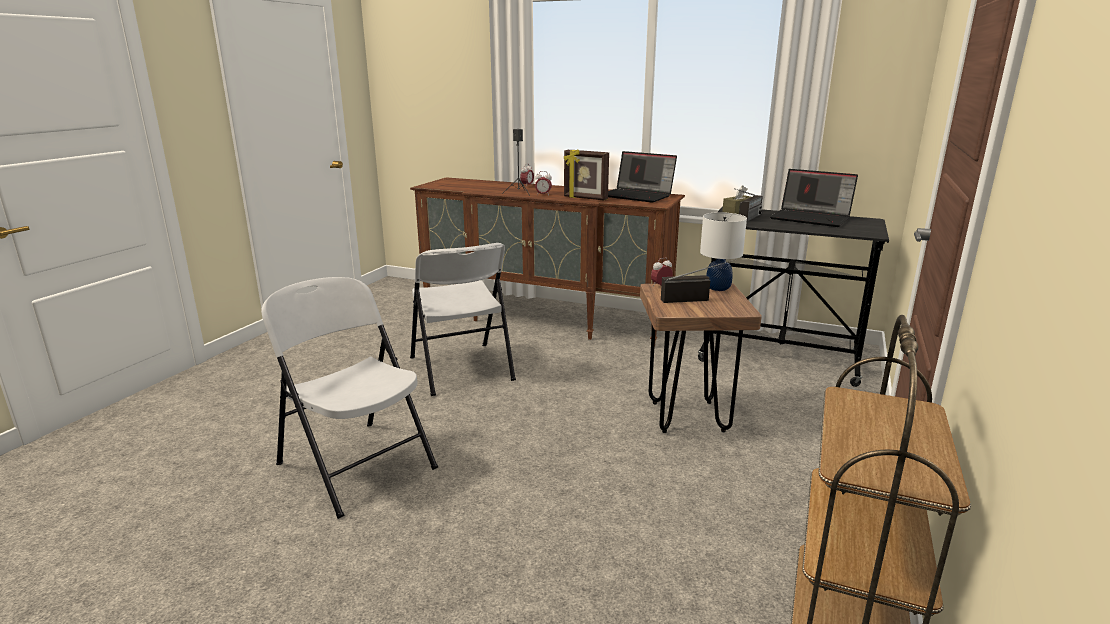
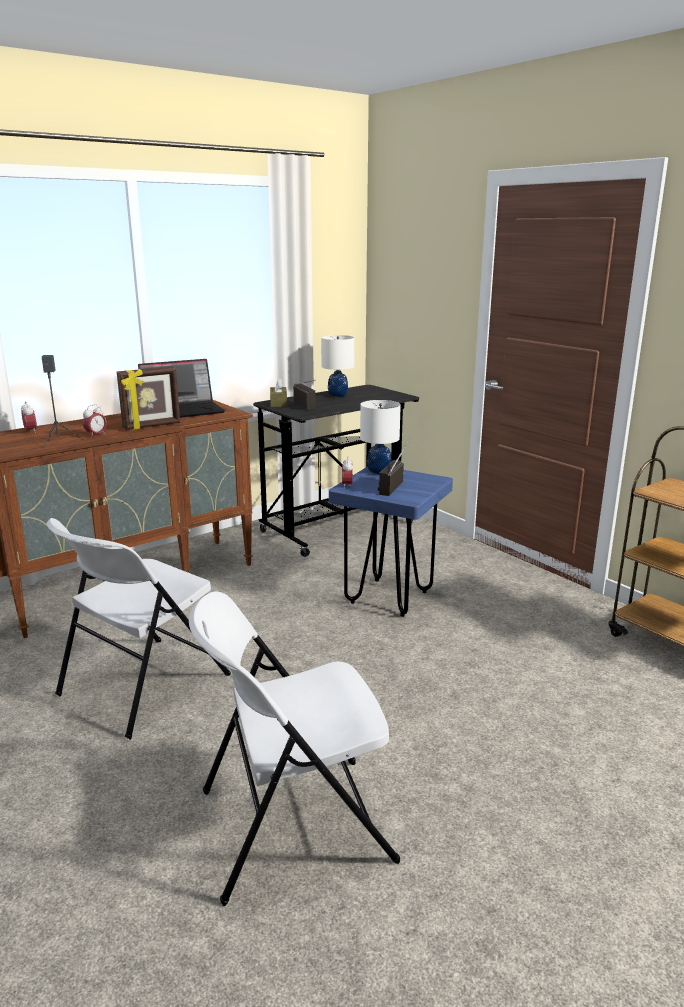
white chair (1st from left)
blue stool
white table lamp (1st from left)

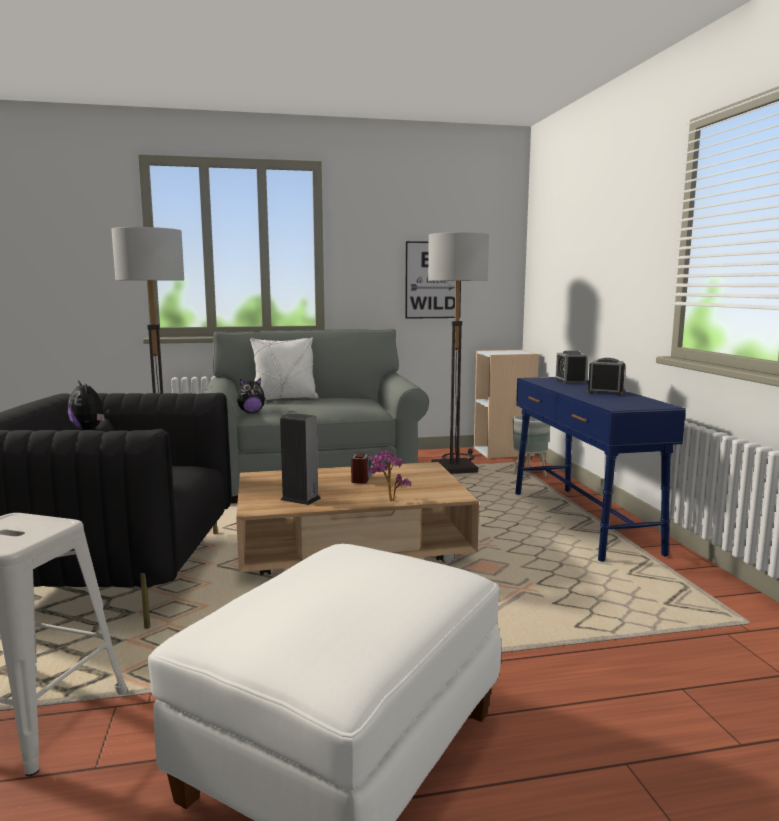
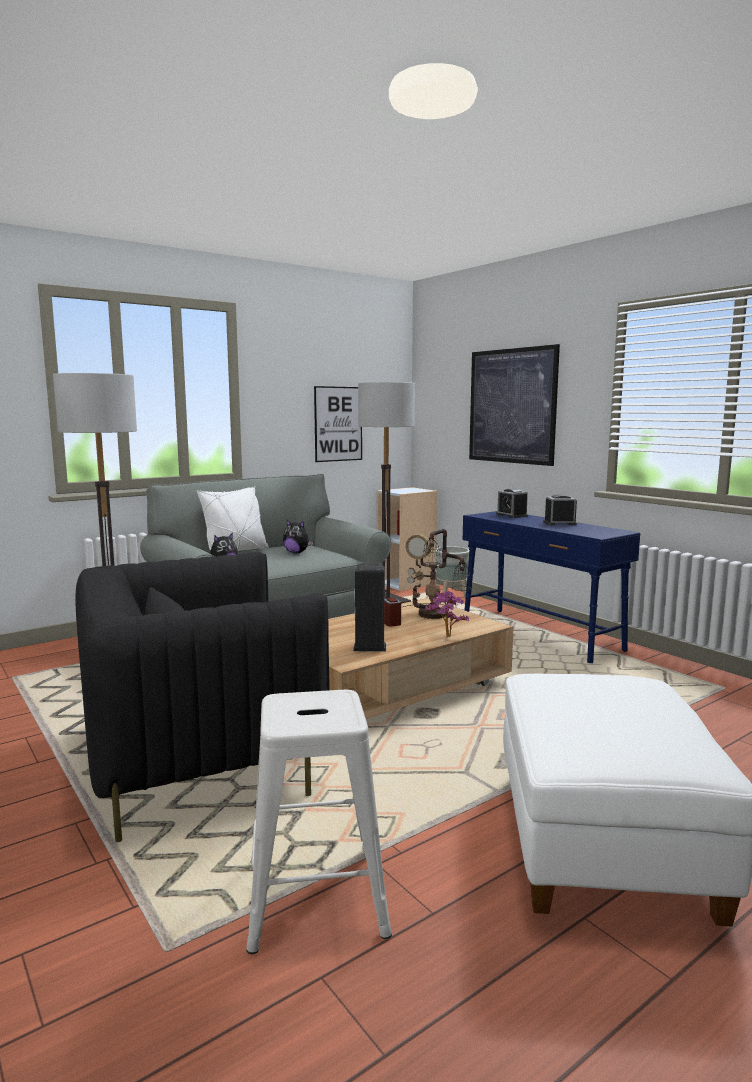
plush toy (2nd from left)
table lamp
picture (2nd from left)

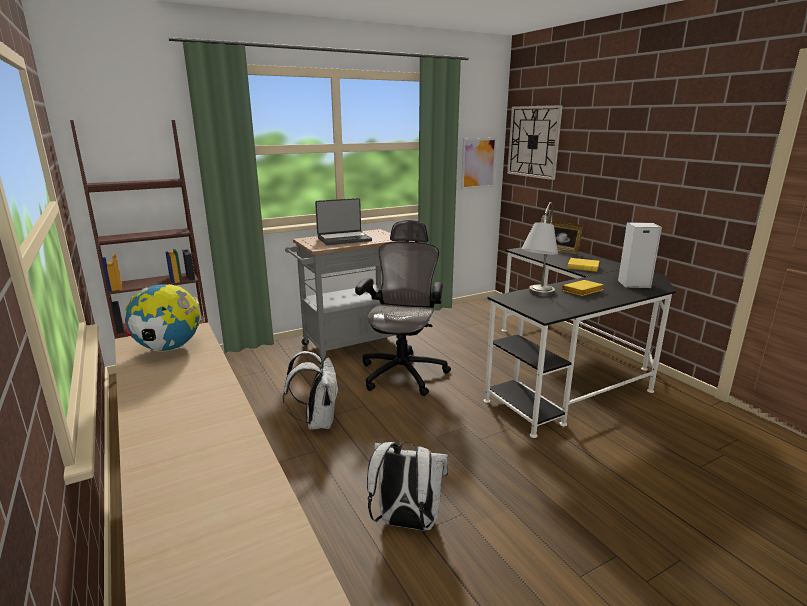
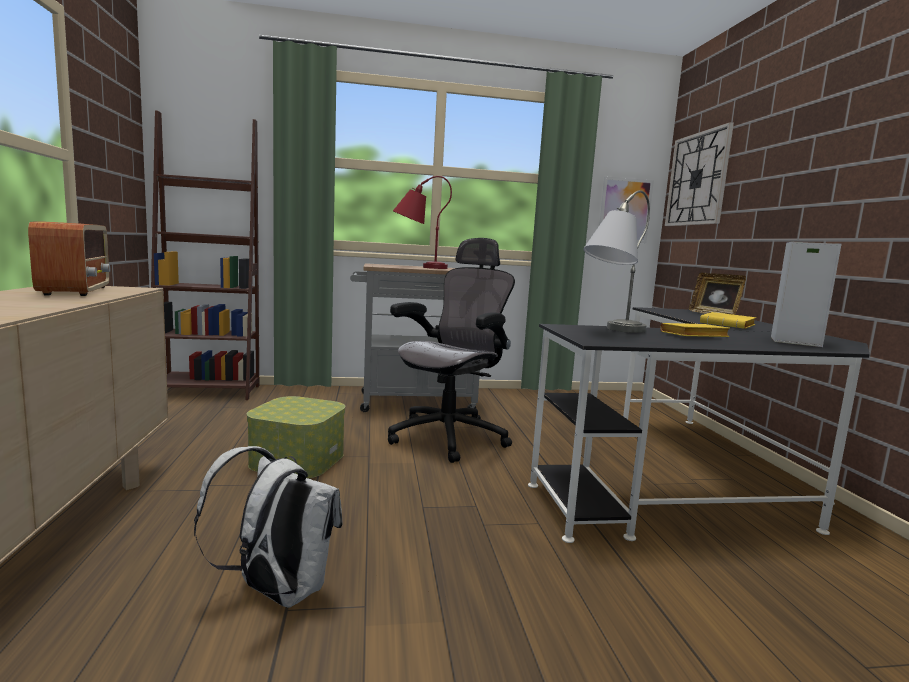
radio
storage box
red table lamp

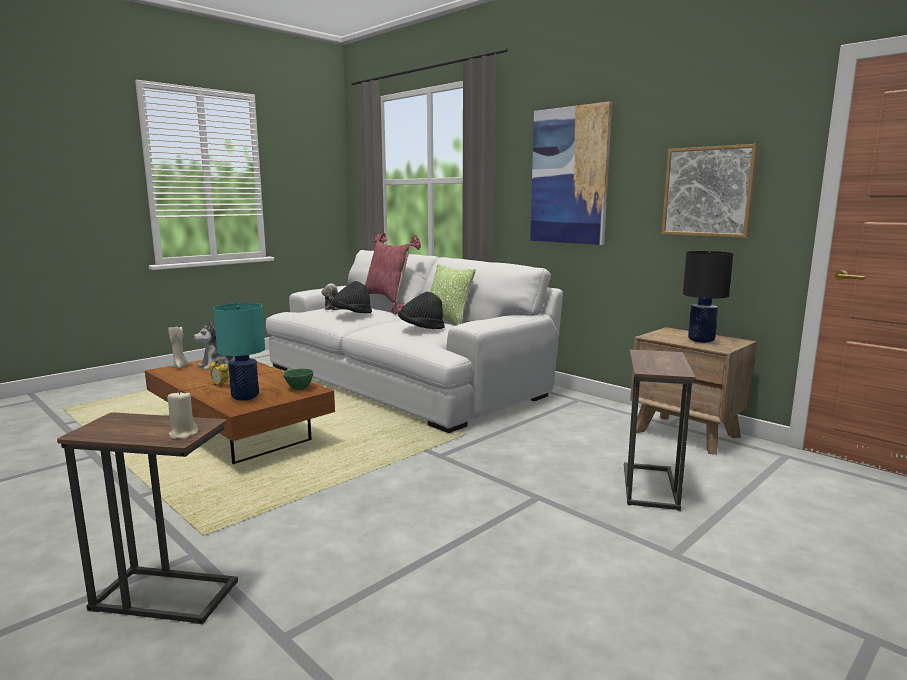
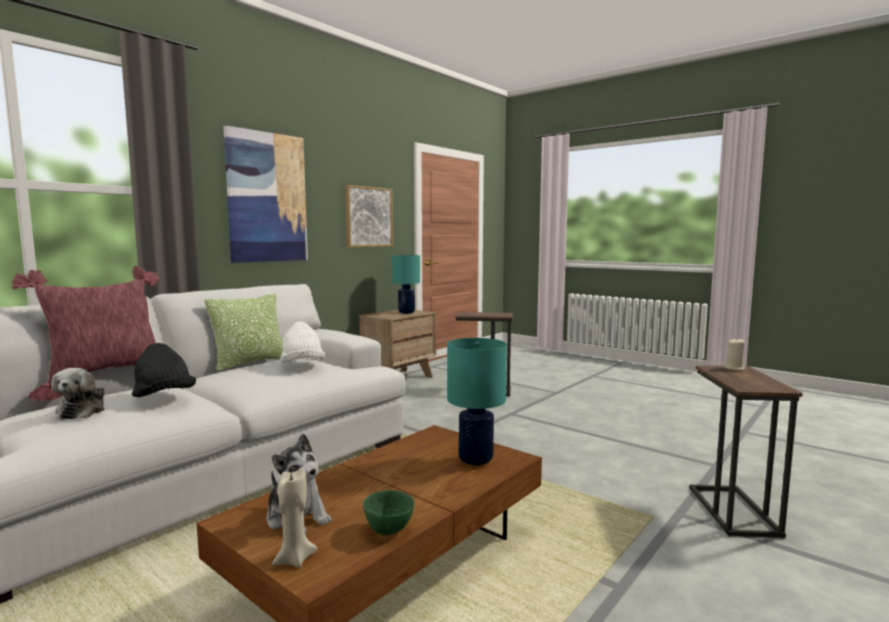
alarm clock
green bowl
white hat
turquoise table lamp (1st from left)

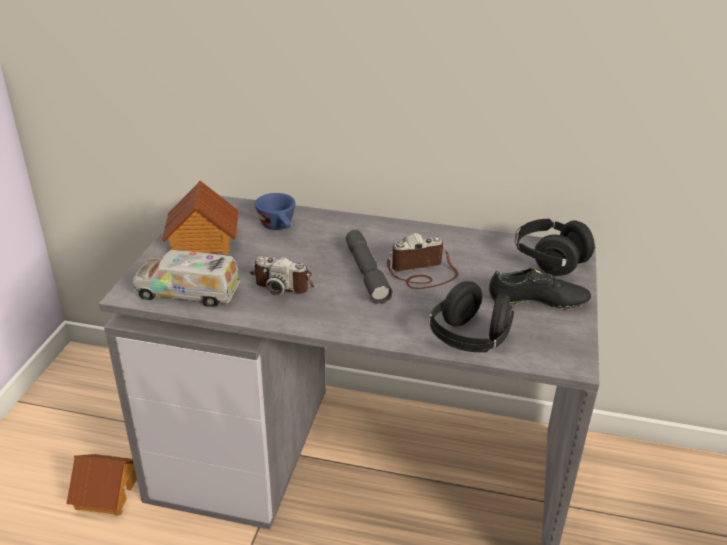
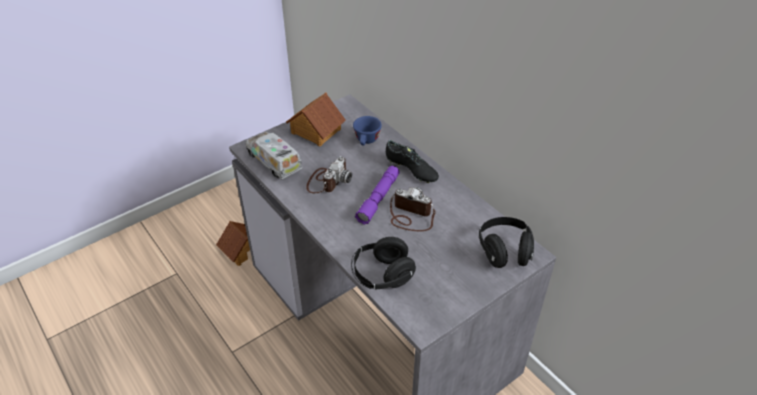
photo camera (1st from left)
purple flashlight
black shoe

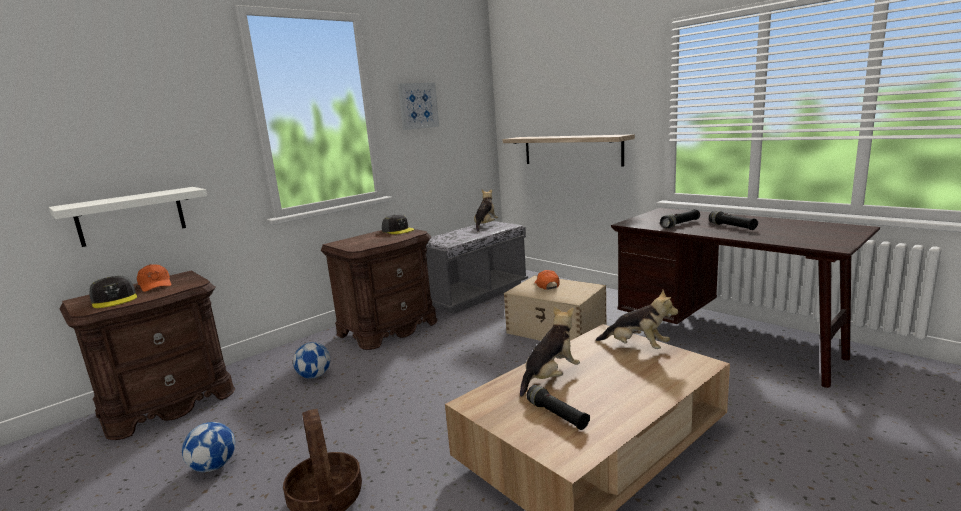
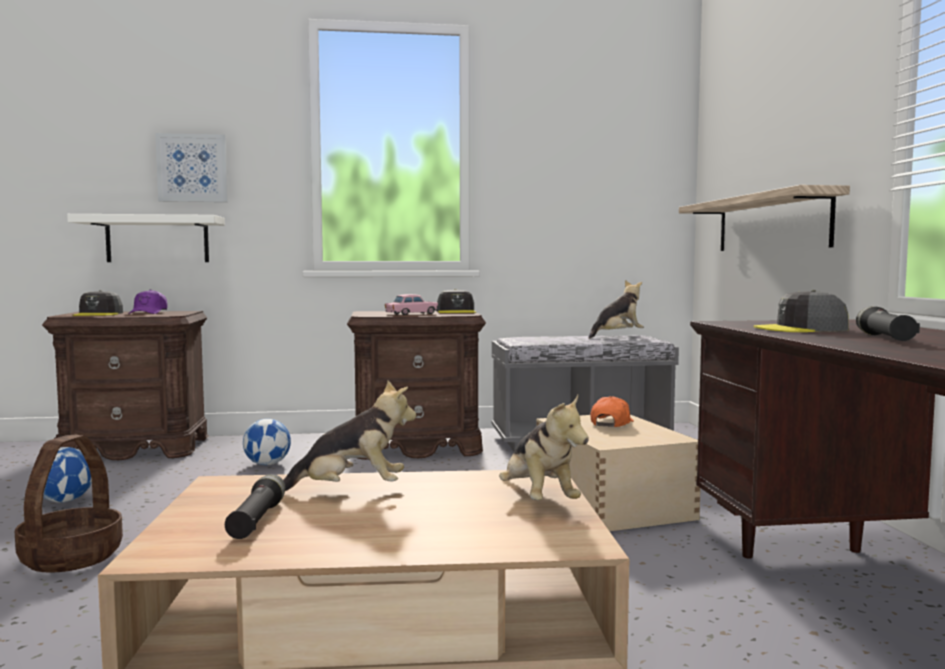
purple cap
picture
grey cap (3rd from left)
pink toy car

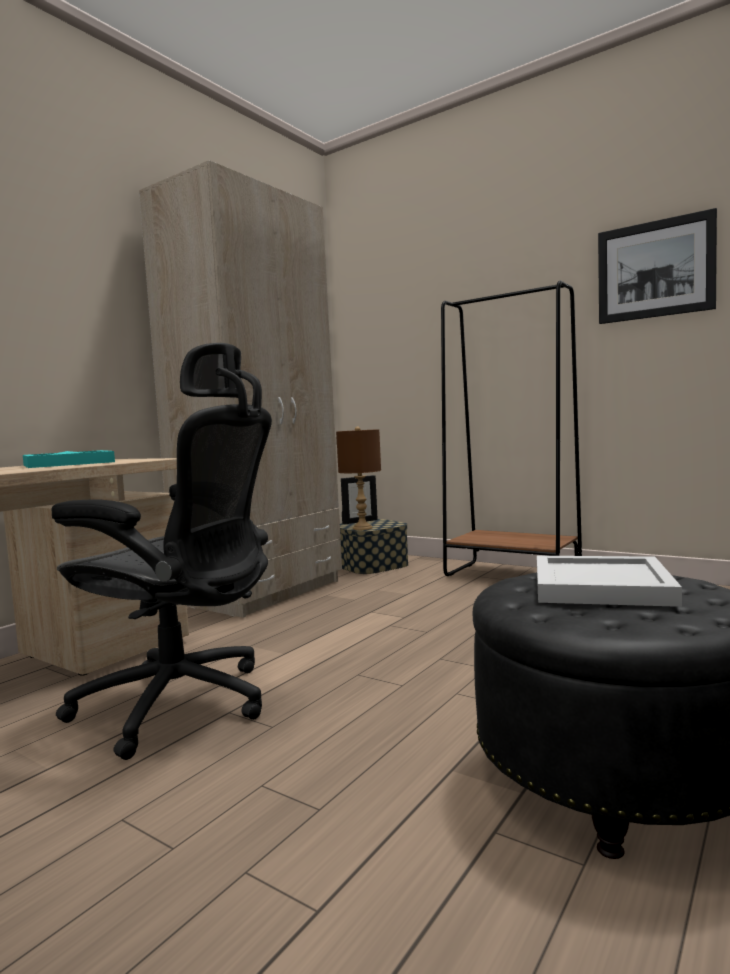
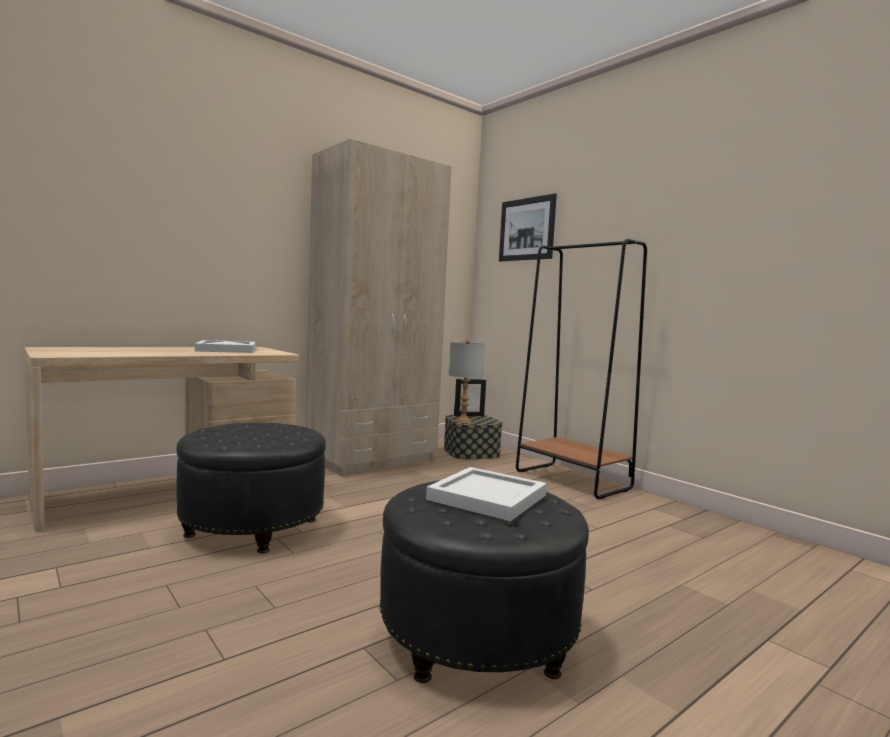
white tray (1st from left)
black ottoman (1st from left)
grey table lamp
picture

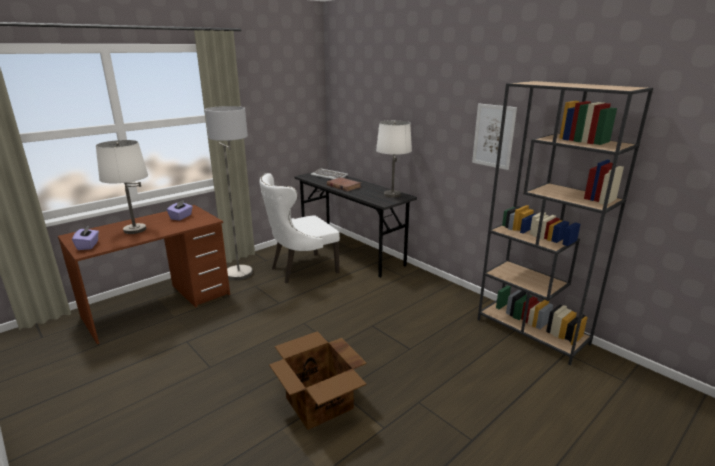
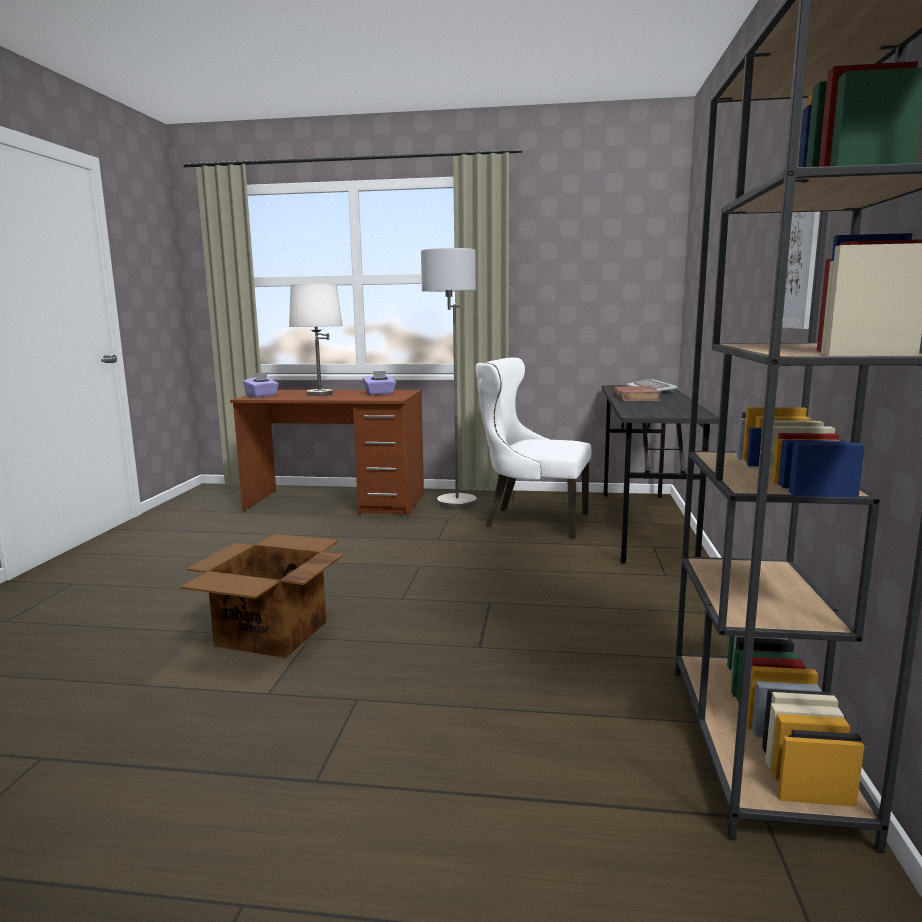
white table lamp (2nd from left in the first image)

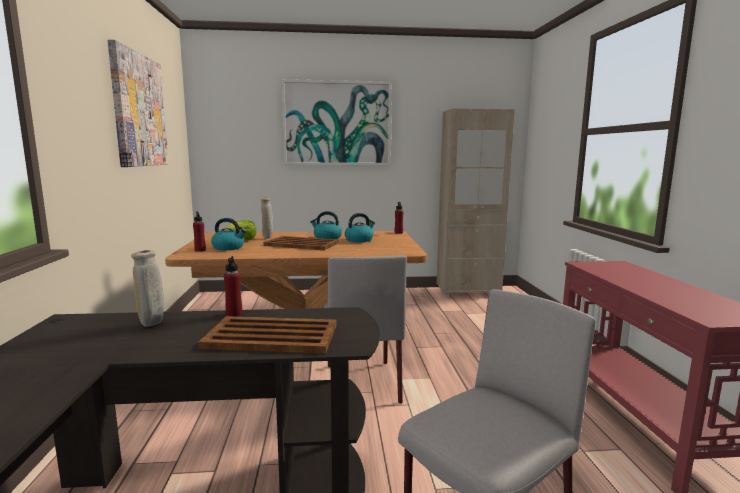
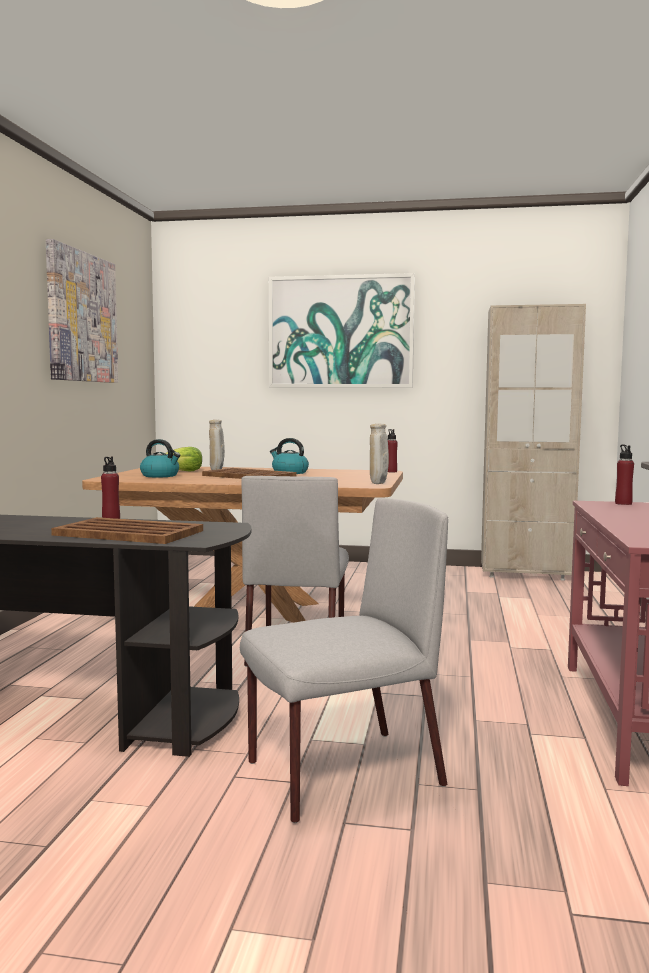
beige vase (2nd from left)
red bottle (3rd from left)
kettle (3rd from left in the first image)

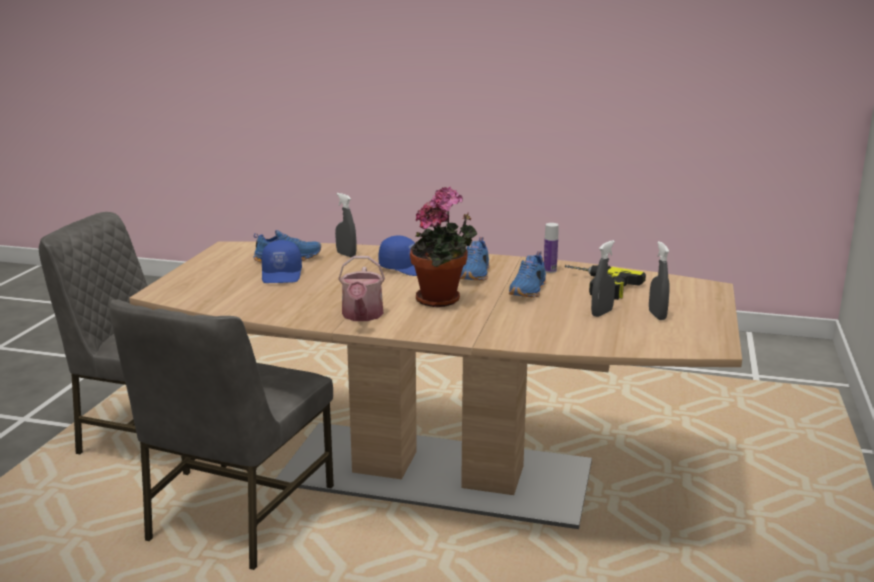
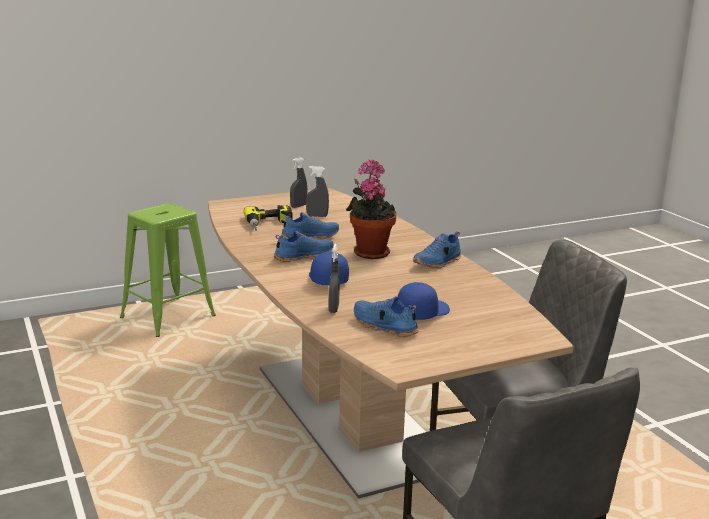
blue shoe (4th from left)
bottle
green stool

